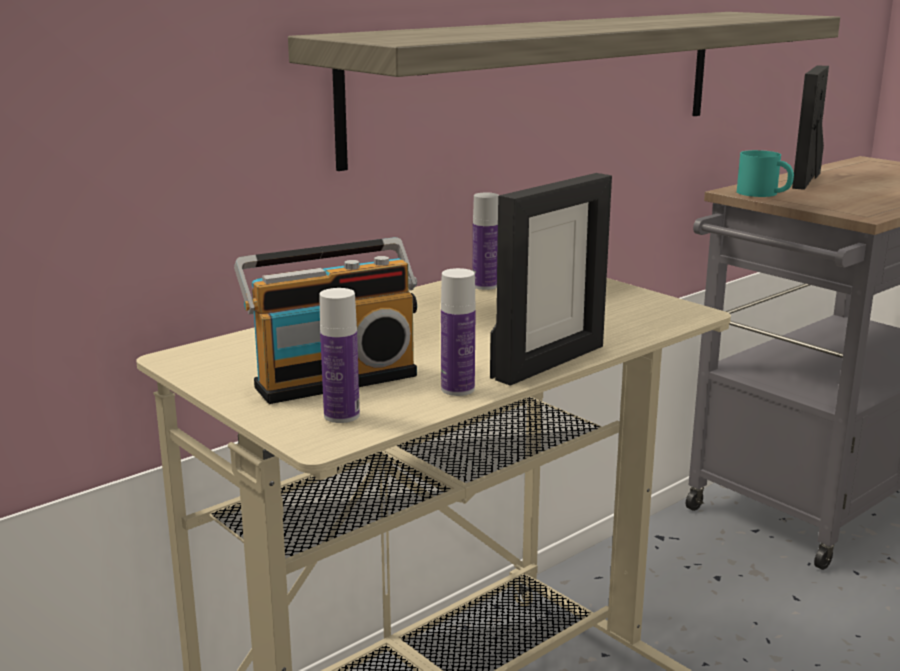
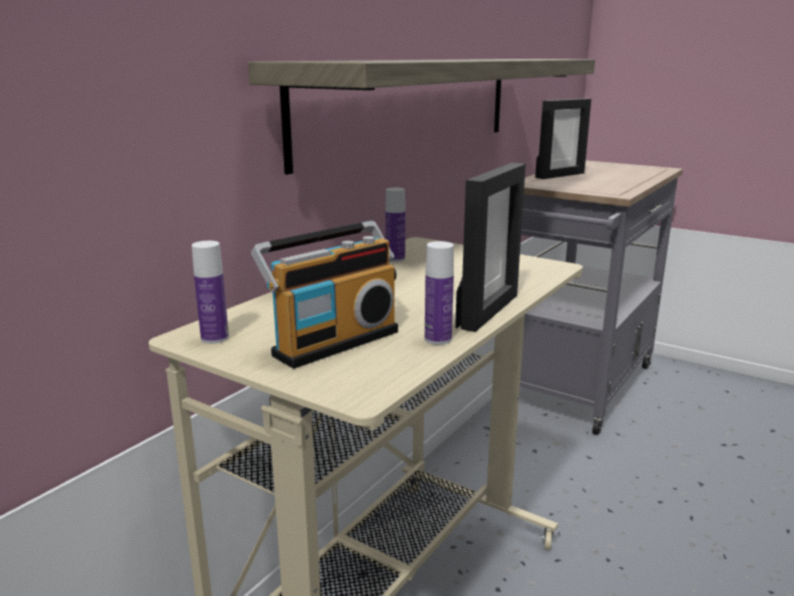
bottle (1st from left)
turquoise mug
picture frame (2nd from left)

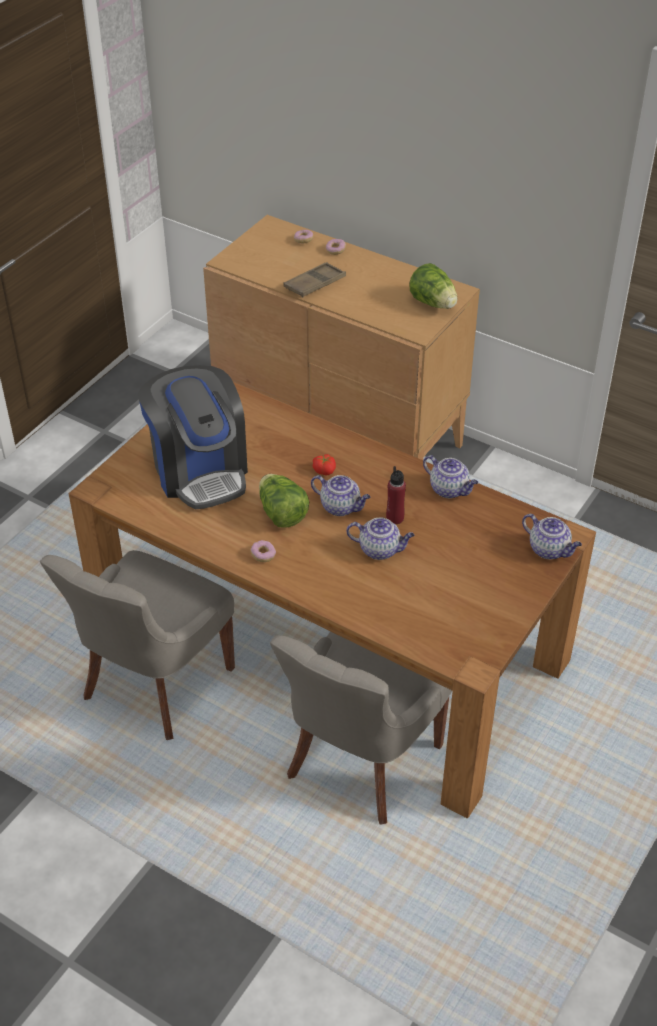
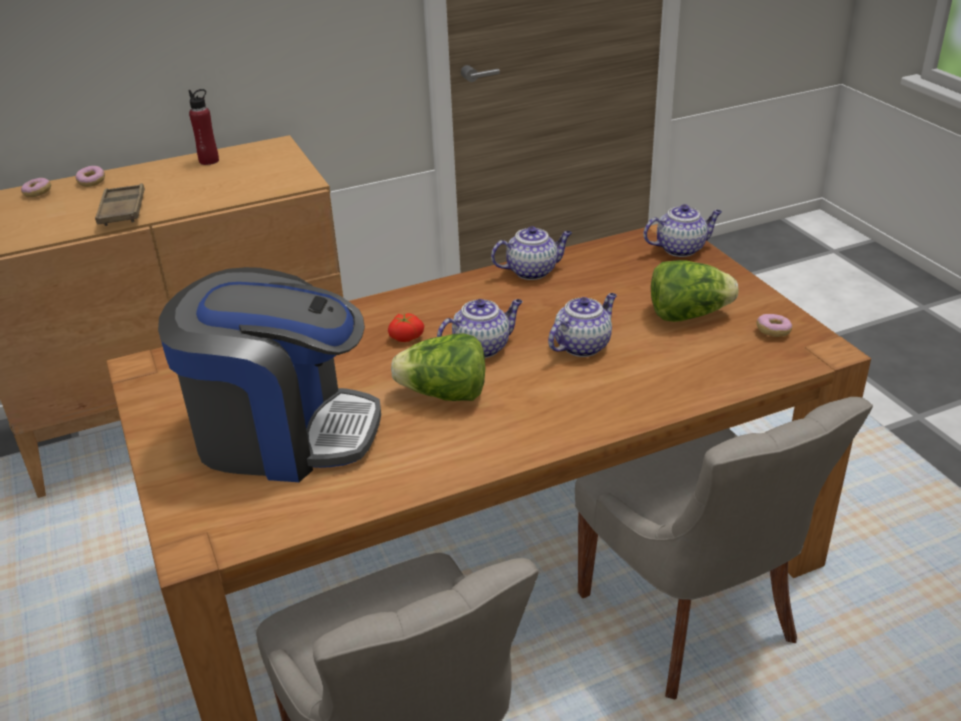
donut (3rd from left)
red bottle
lettuce (2nd from left)

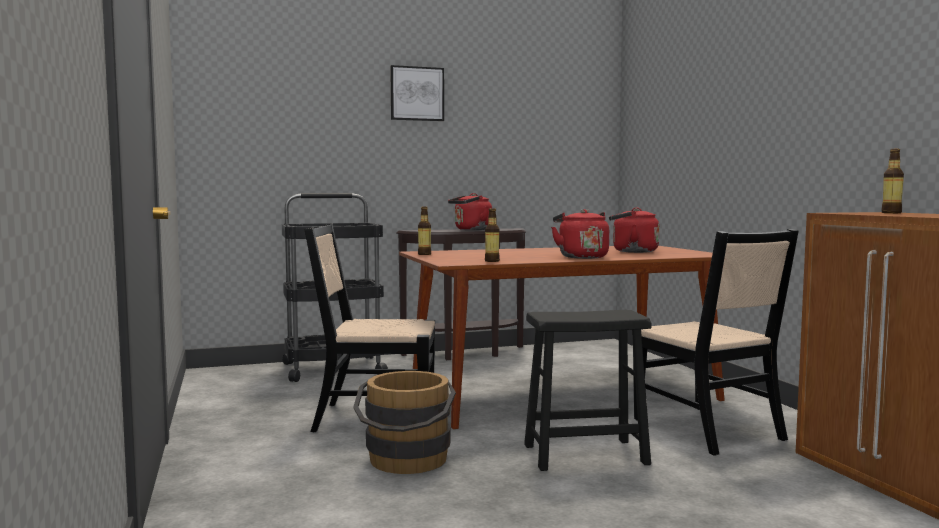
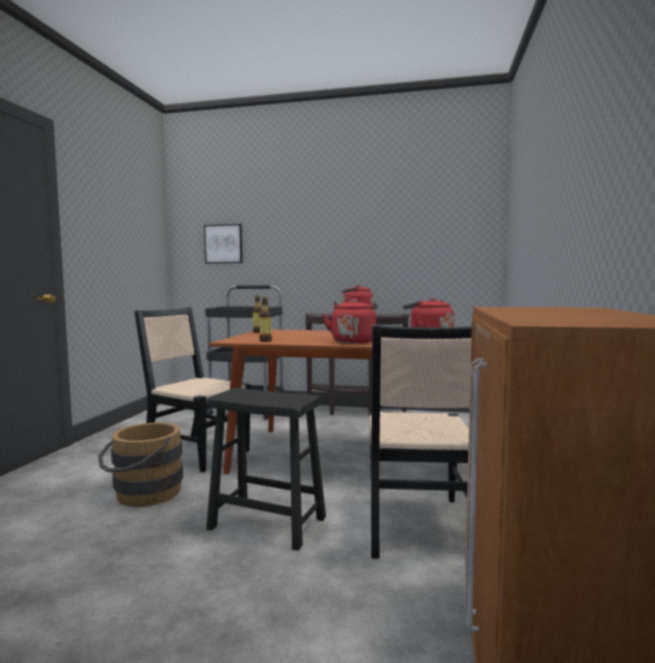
picture
bottle (3rd from left in the first image)

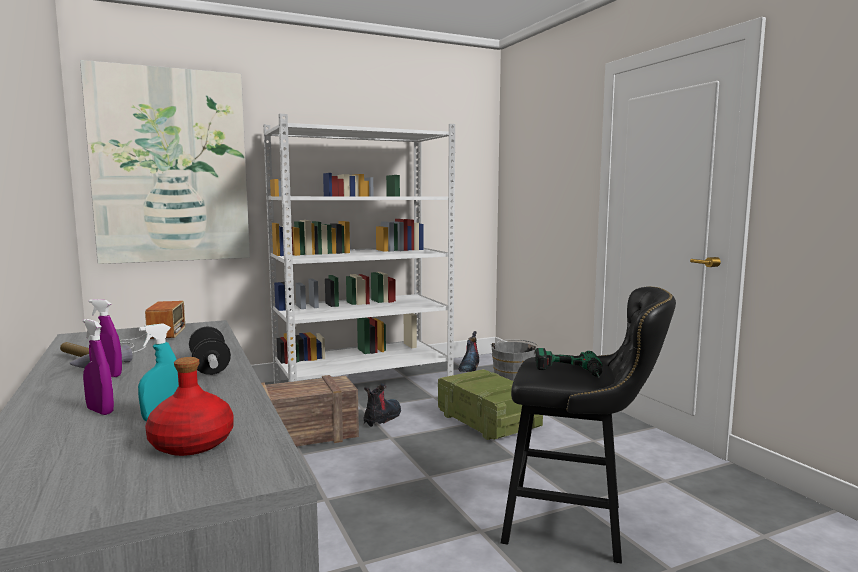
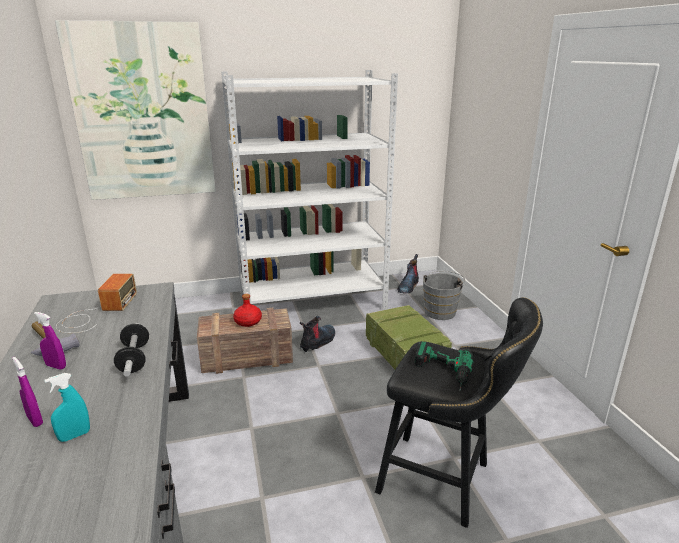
red bottle

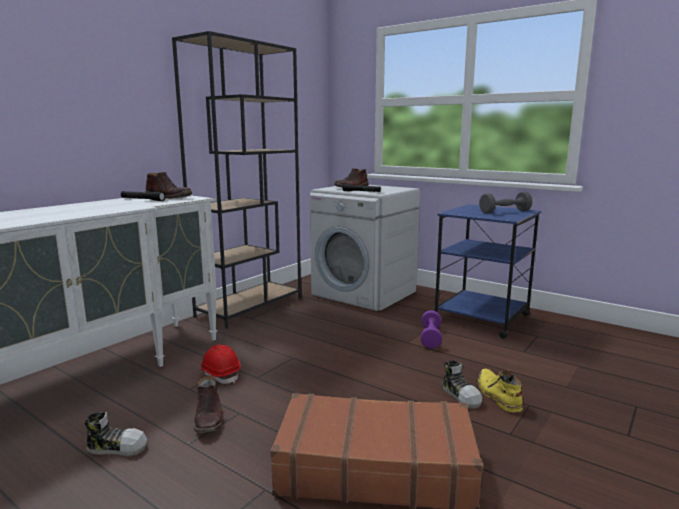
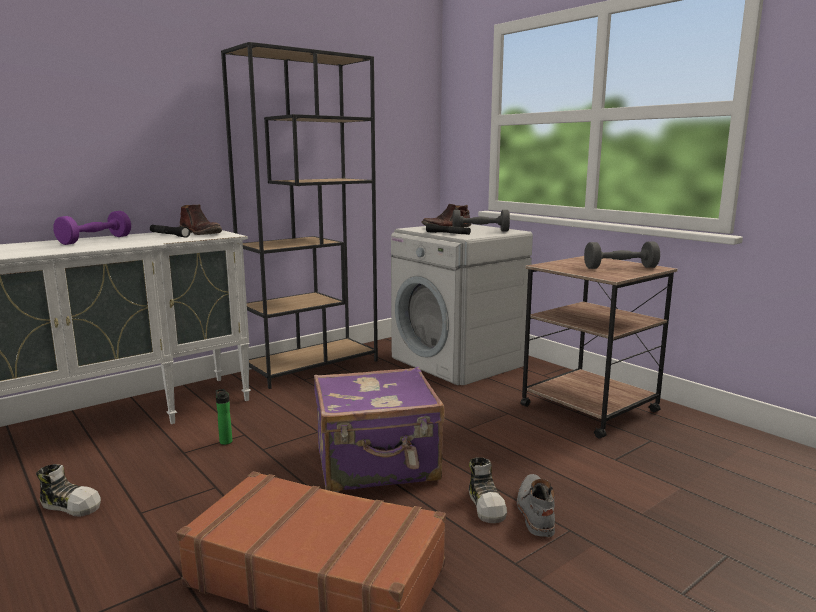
brown boot (2nd from left in the first image)
bottle
purple dumbbell
brown cart
grey boot
purple suitcase
grey dumbbell (1st from left)

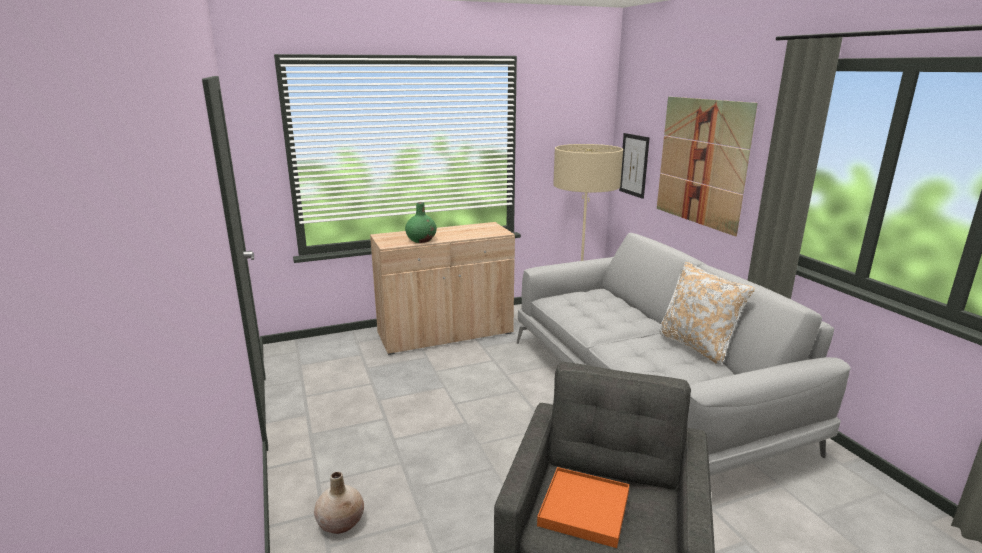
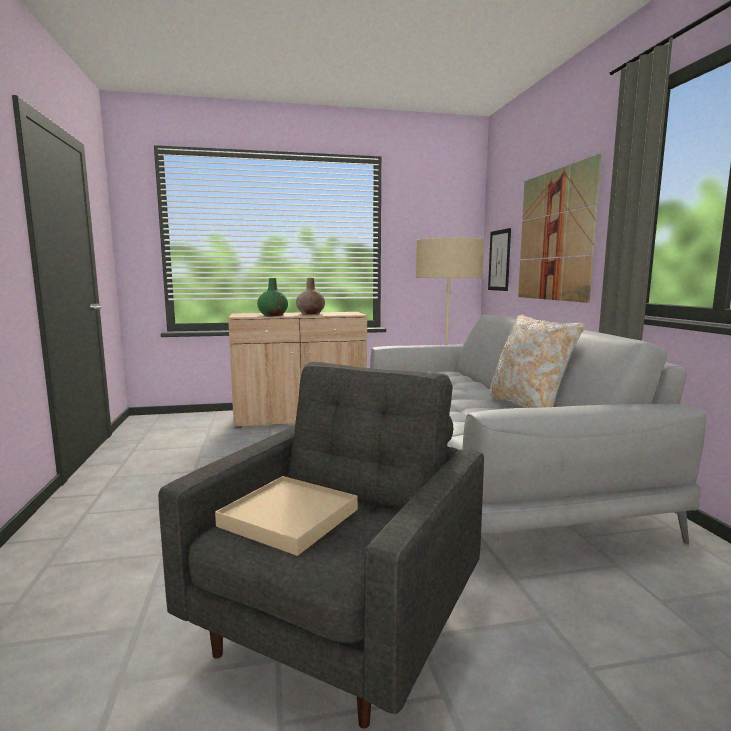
beige vase
beige tray

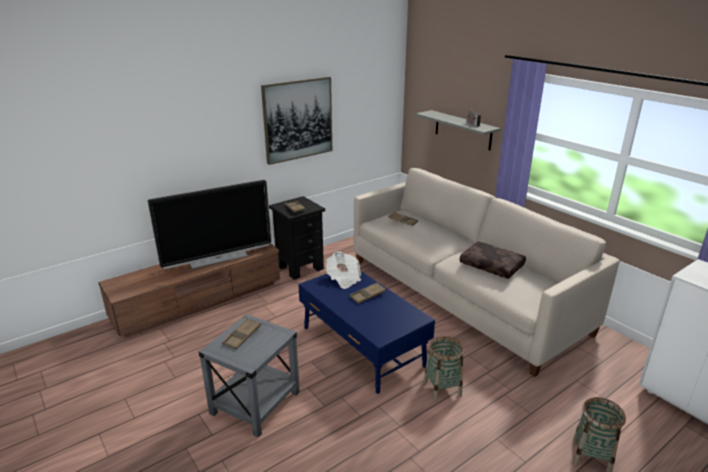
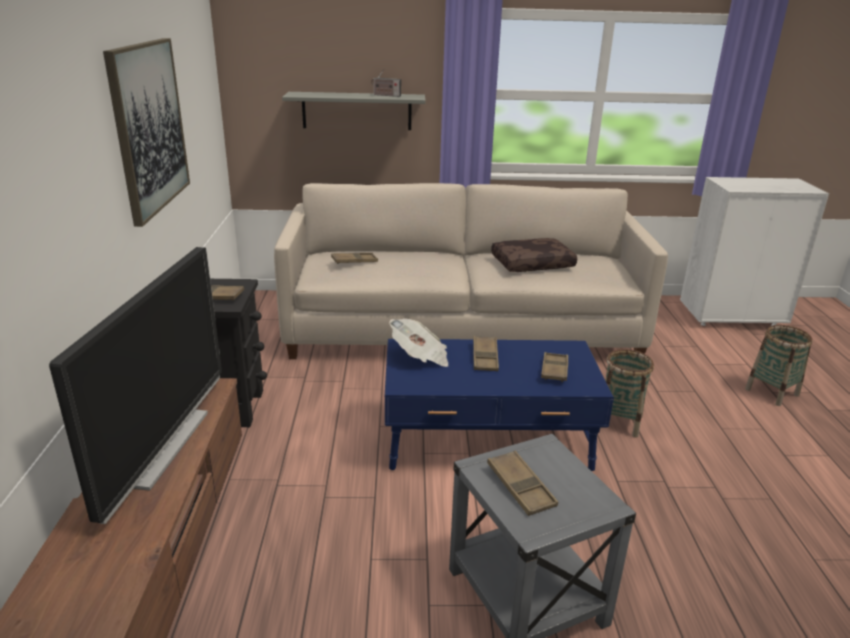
brown tray (5th from left)

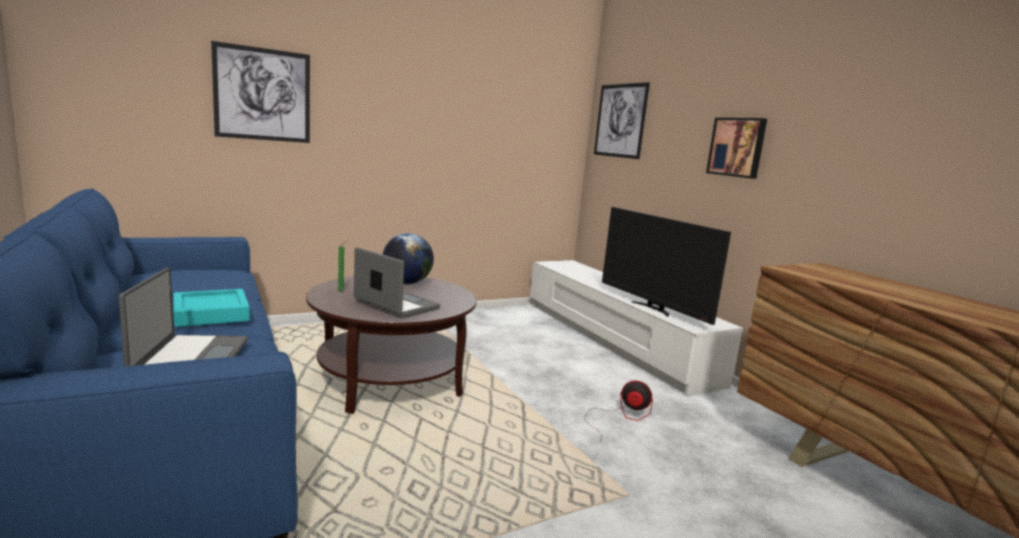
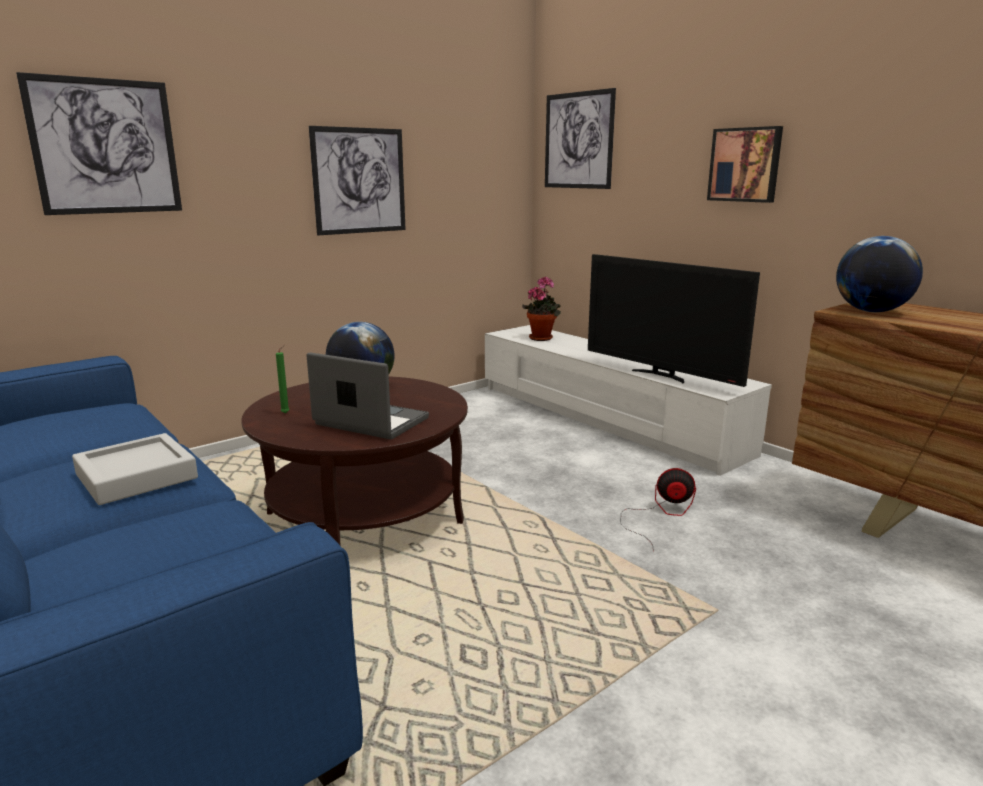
laptop (1st from left in the first image)
grey tray
picture (2nd from left)
potted plant
globe (2nd from left)

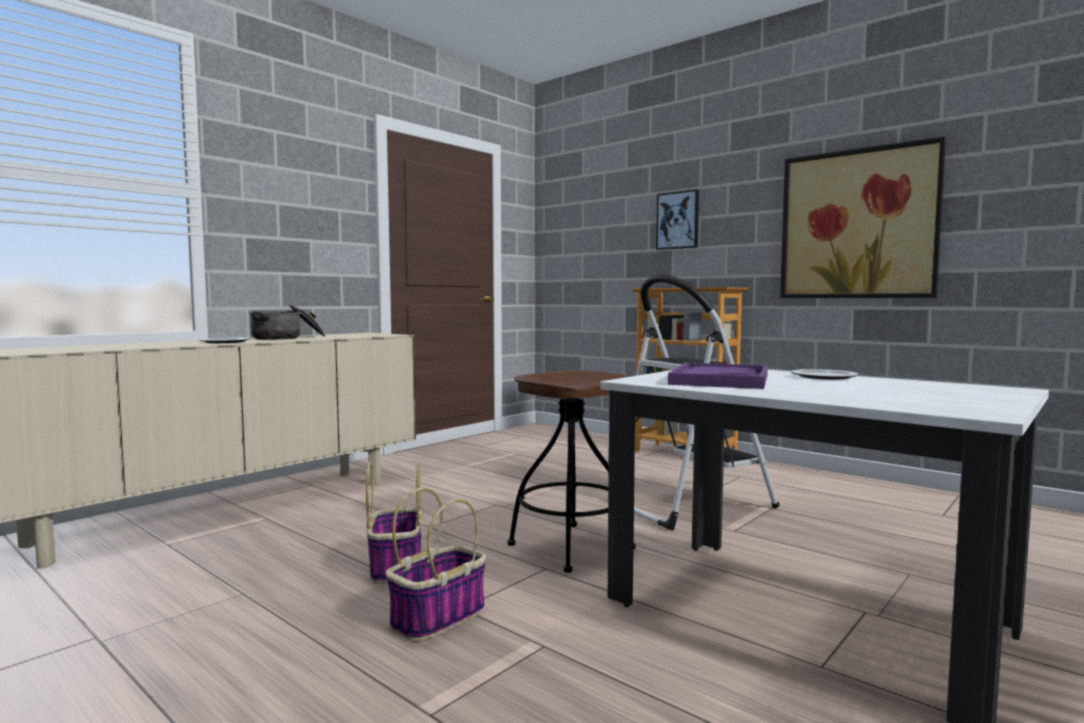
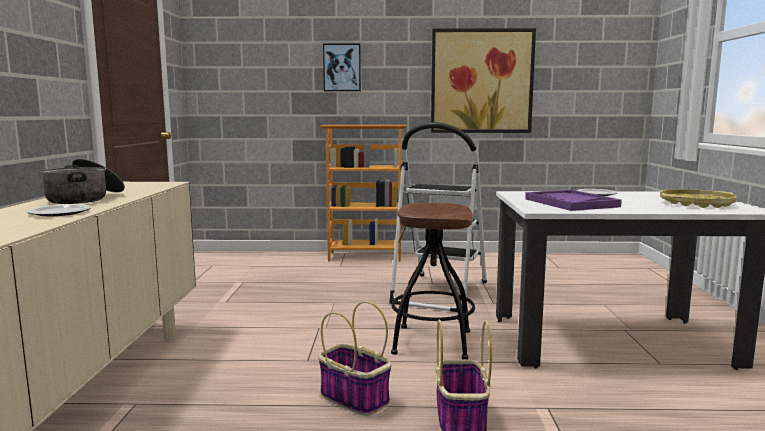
yellow tray

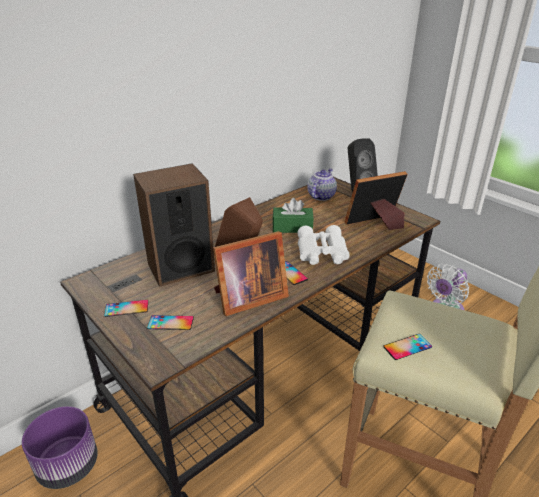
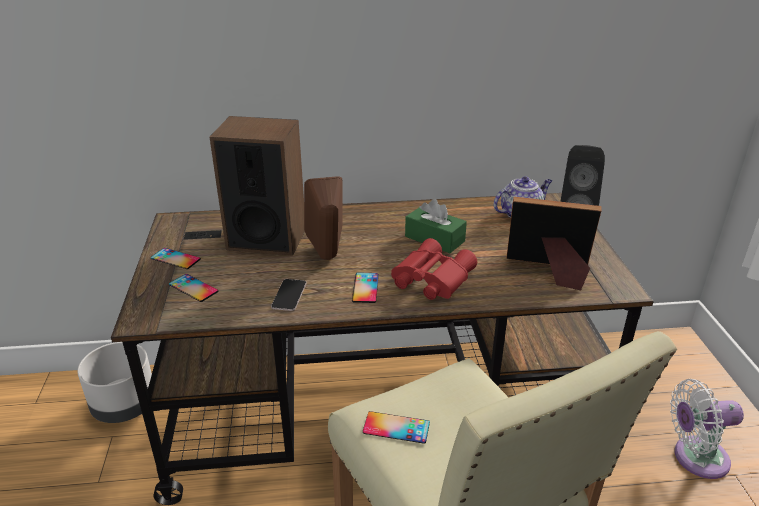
grey planter
phone (3rd from left)
red binoculars

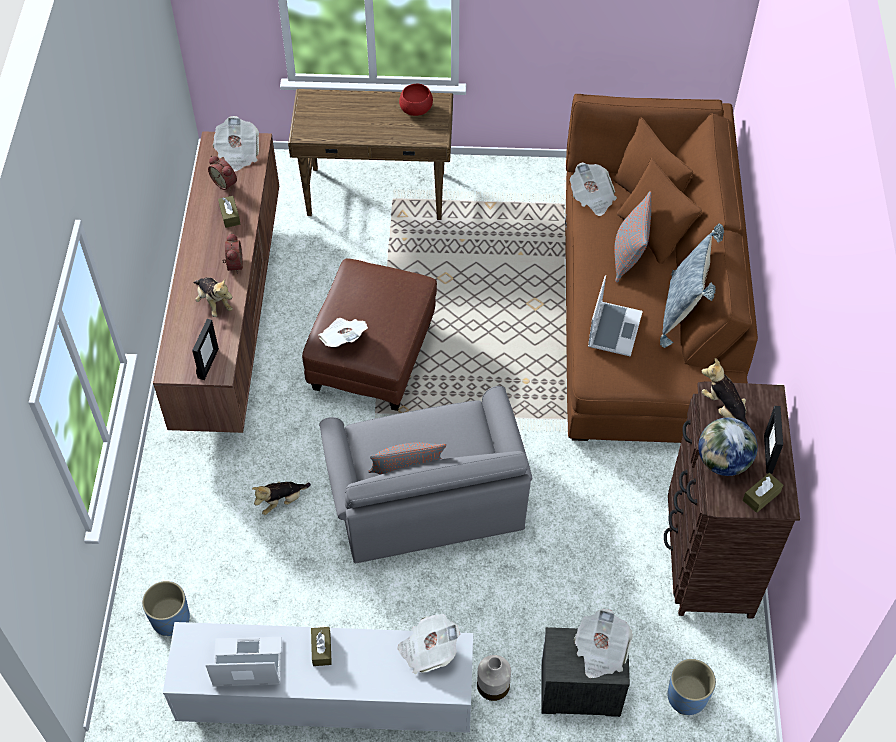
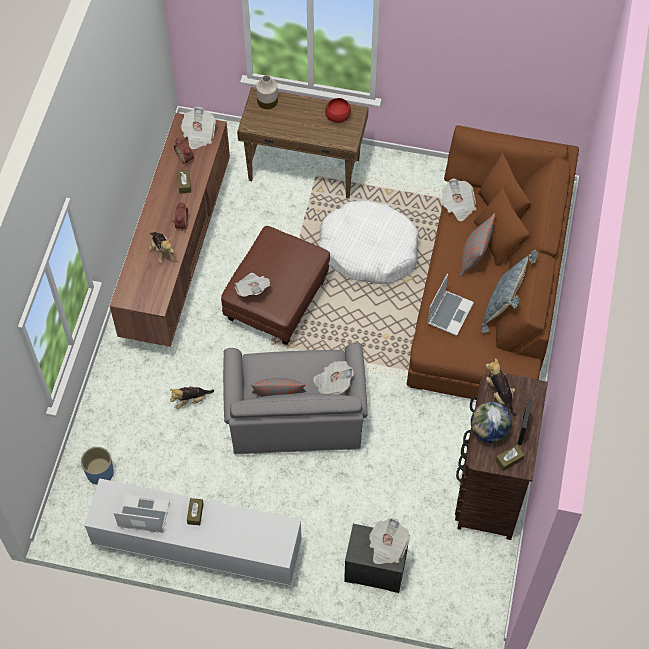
picture frame (1st from left in the first image)
newspaper (3rd from left)
beige vase
blue planter (2nd from left in the first image)
white dog bed

